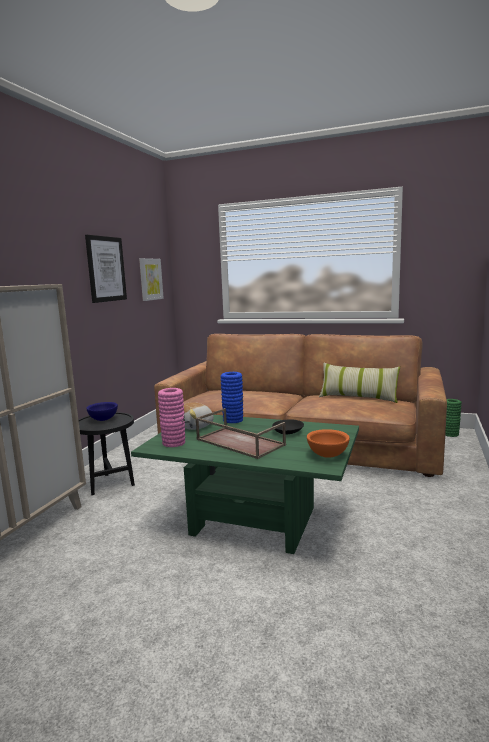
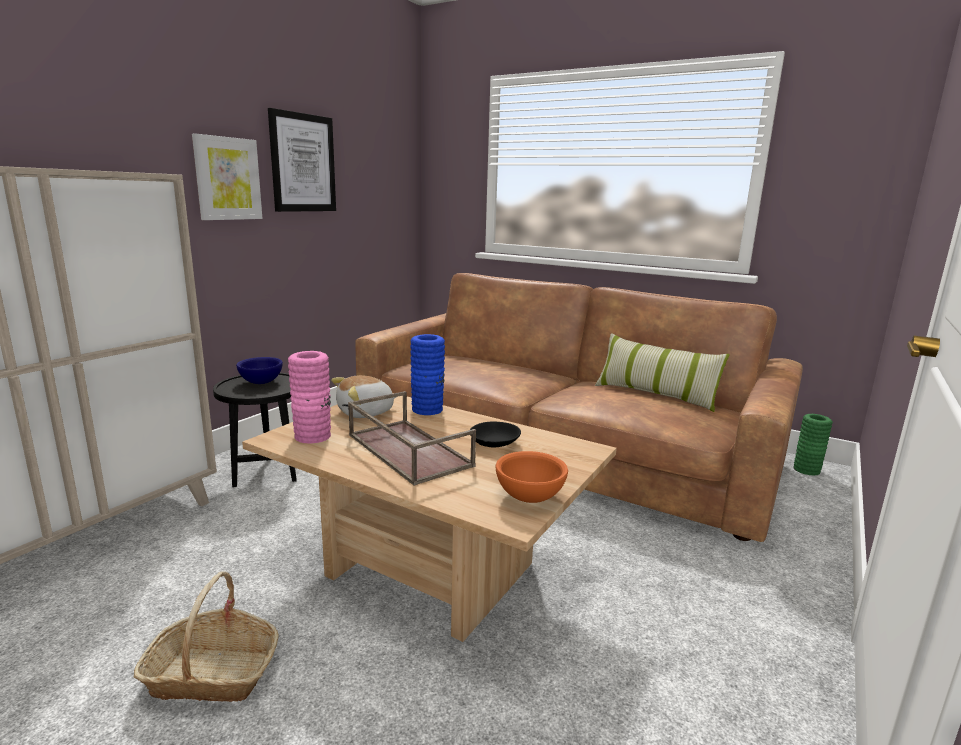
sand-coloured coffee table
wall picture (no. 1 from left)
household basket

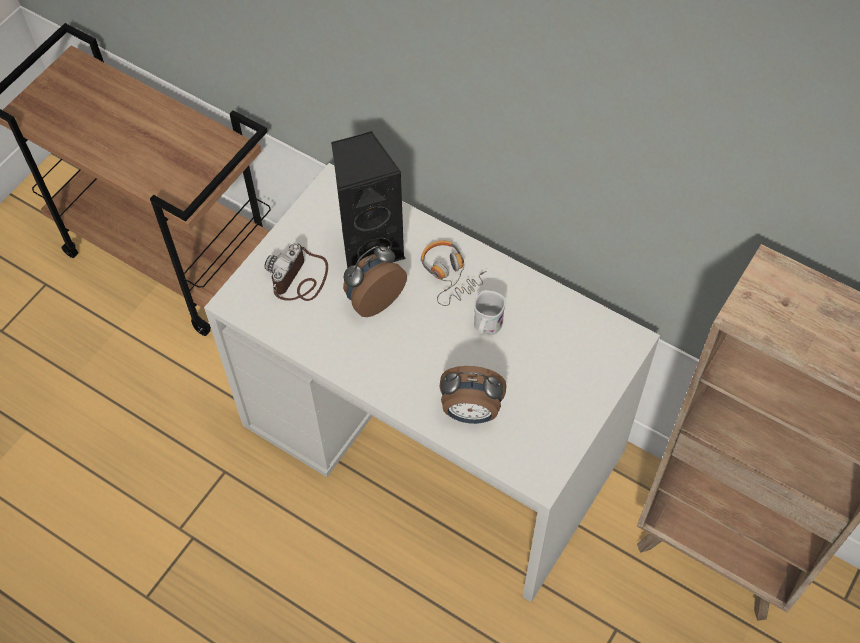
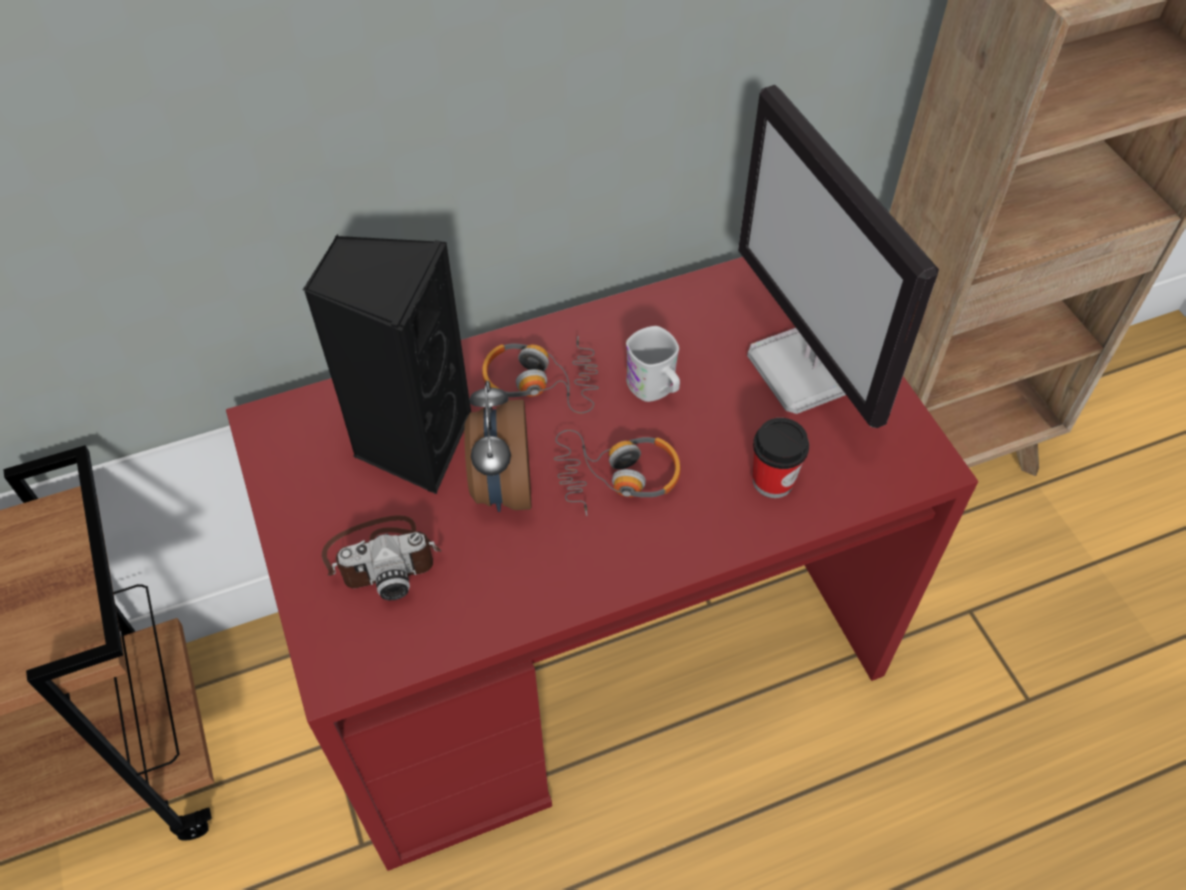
red-coloured desk
still camera
small cup
headphones (no. 2 from left)
computer screen

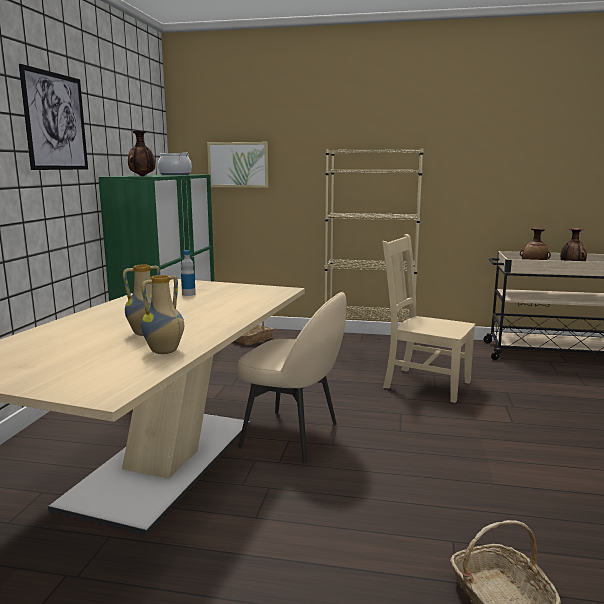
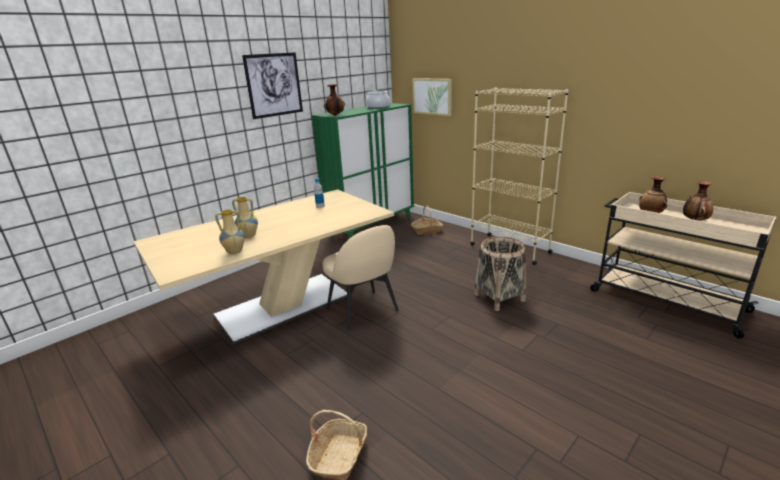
household basket (no. 3 from left)

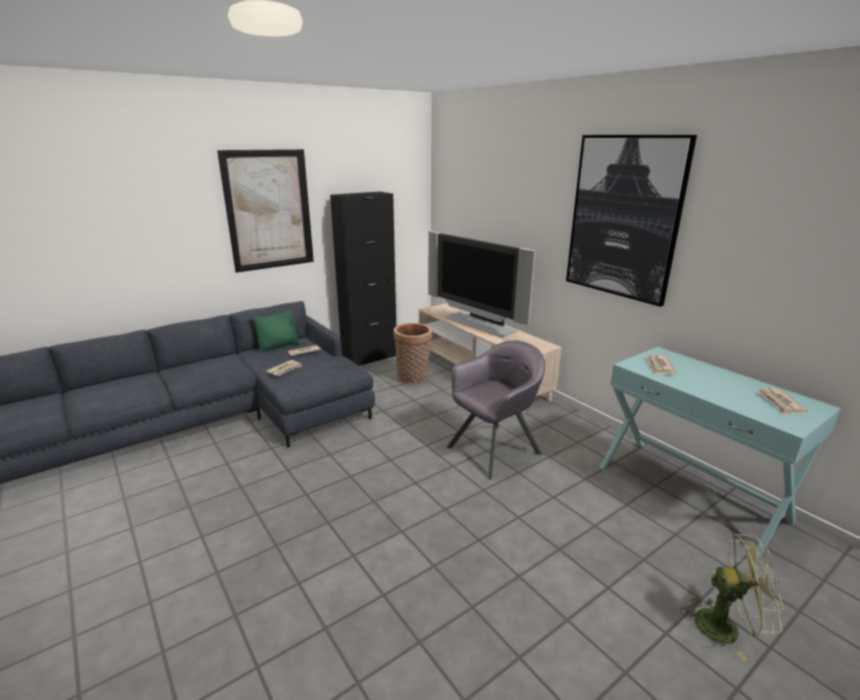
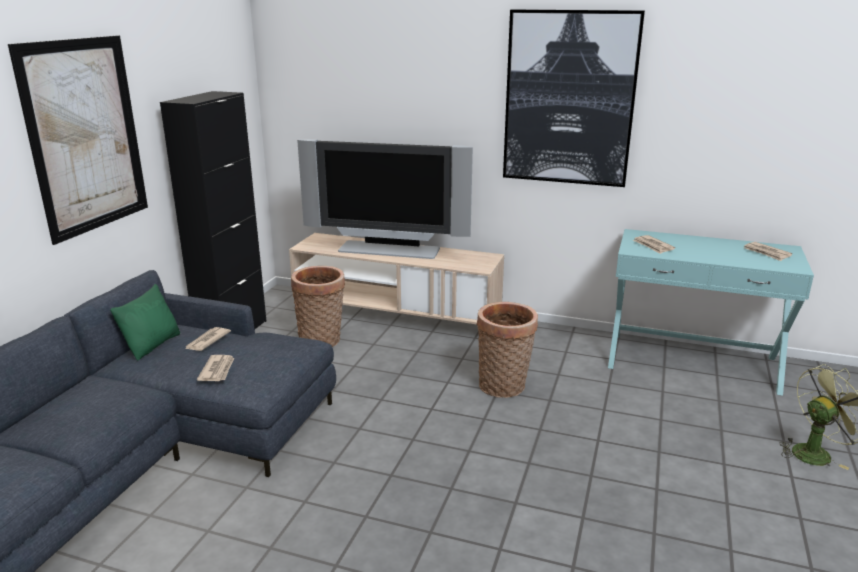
household basket (no. 2 from left)

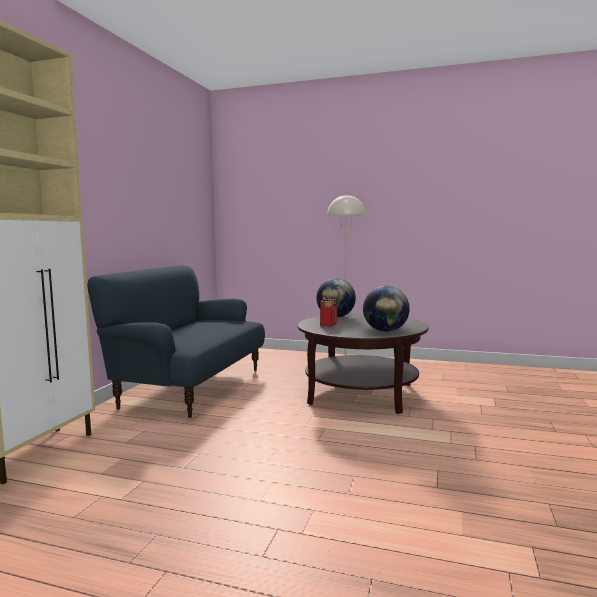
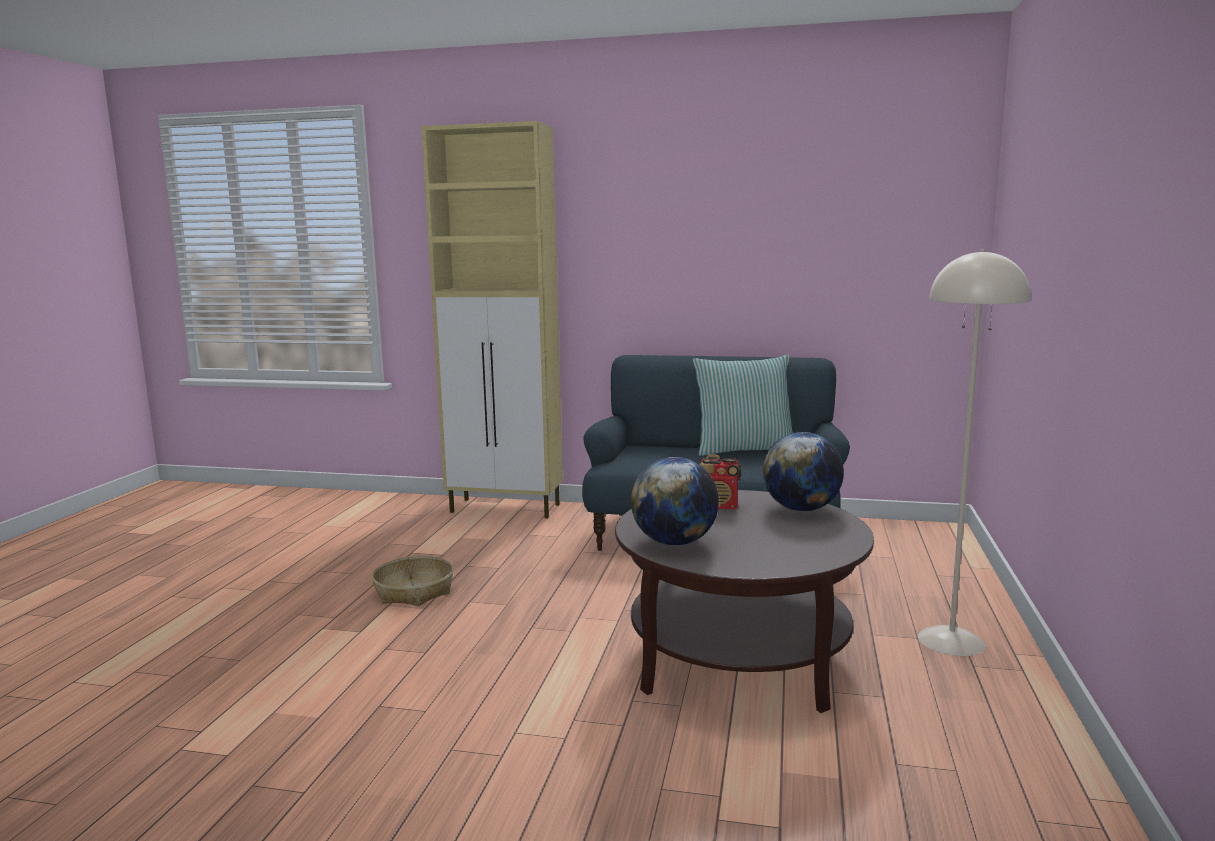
household basket
cushion

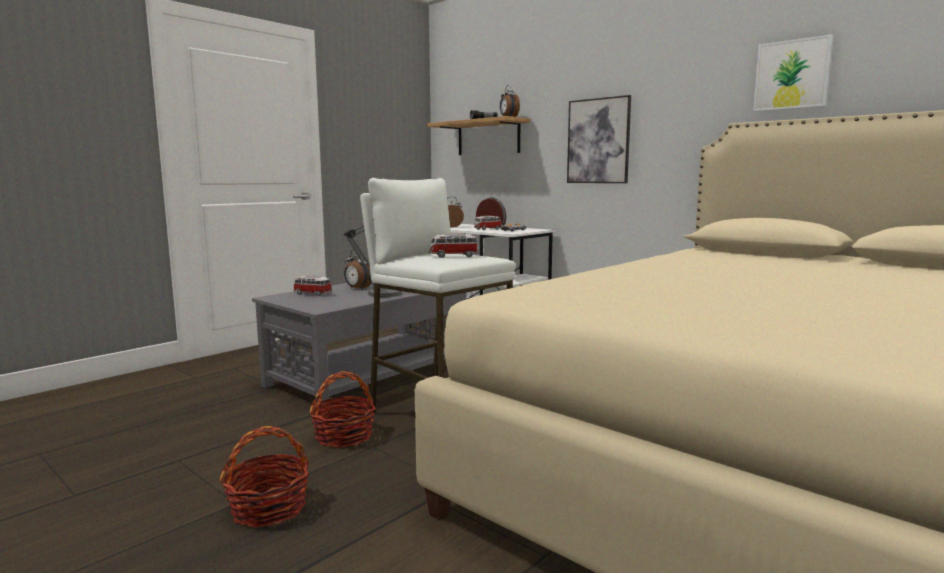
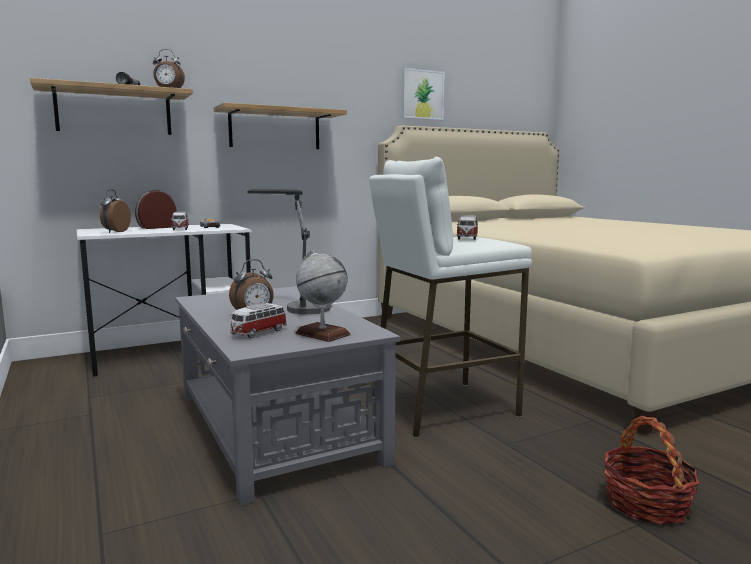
household basket (no. 2 from left in the first image)
shelf (no. 2 from left)
globe

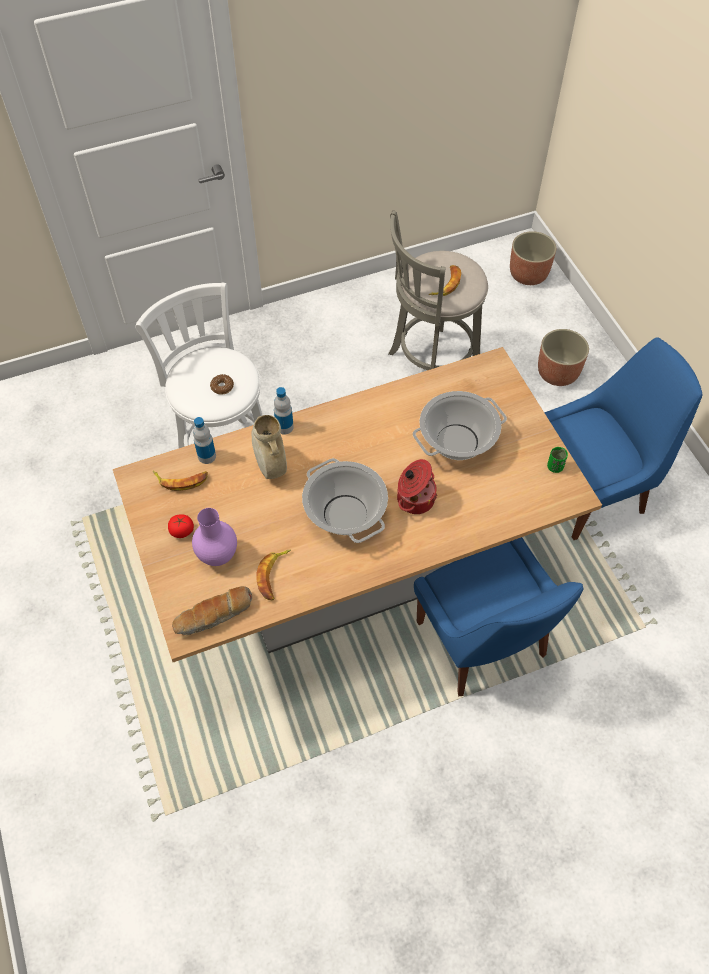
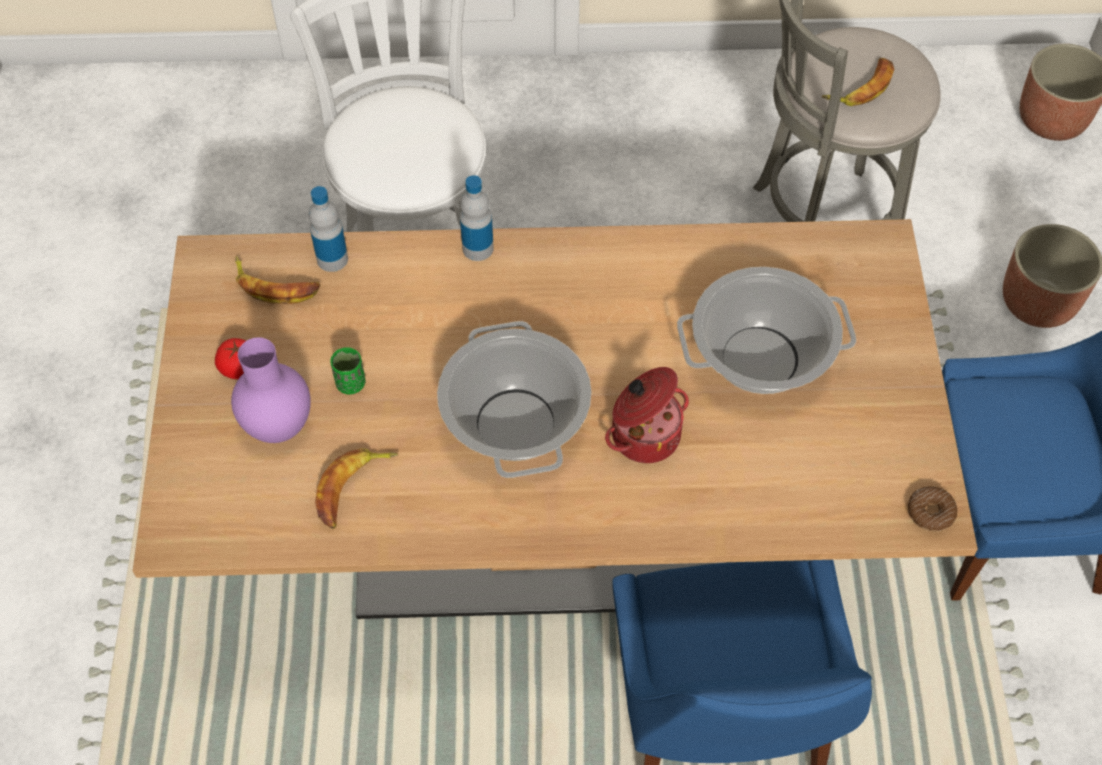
bread
ring doughnut
sand-coloured flower vase
greenish small cup

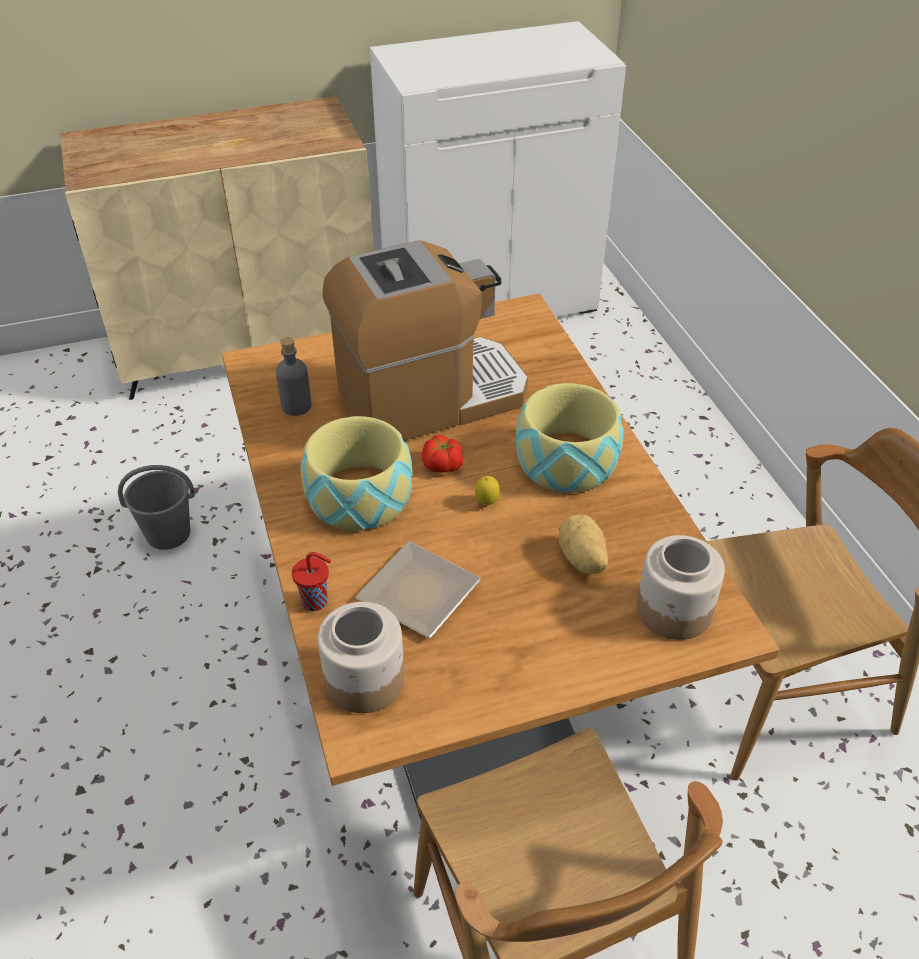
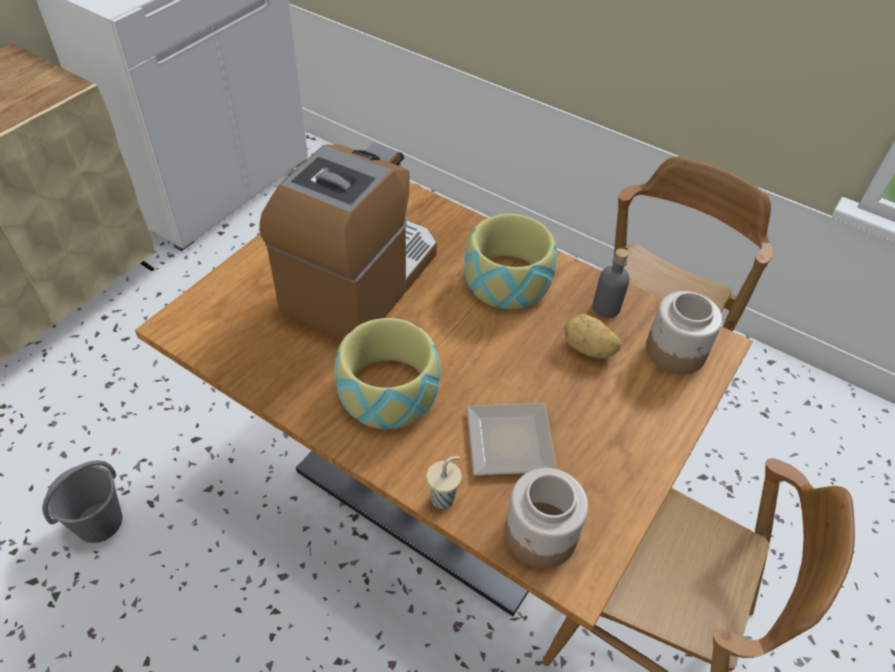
gray beverage bottle
sand-coloured small cup
fresh tomato
whole lemon

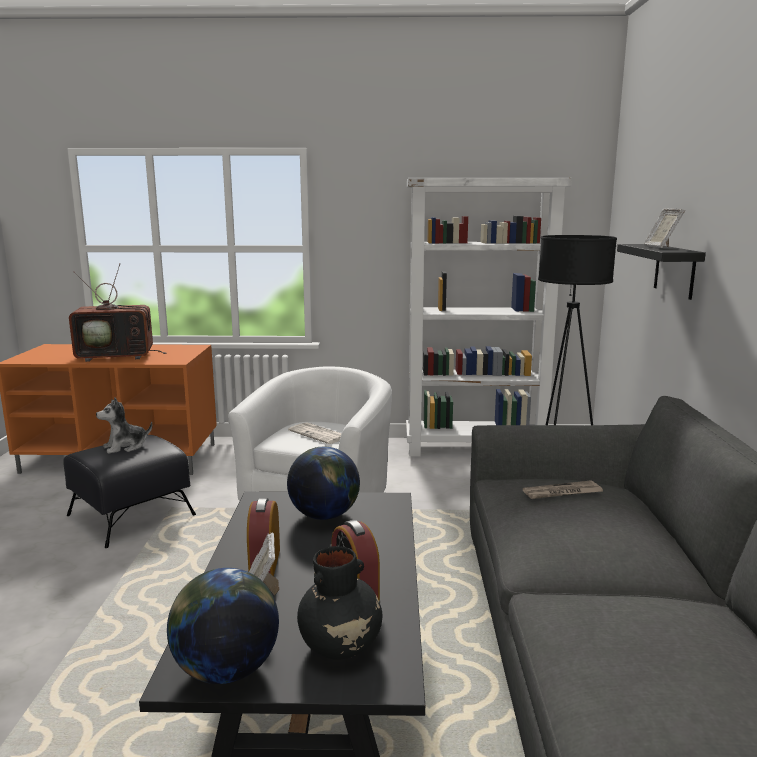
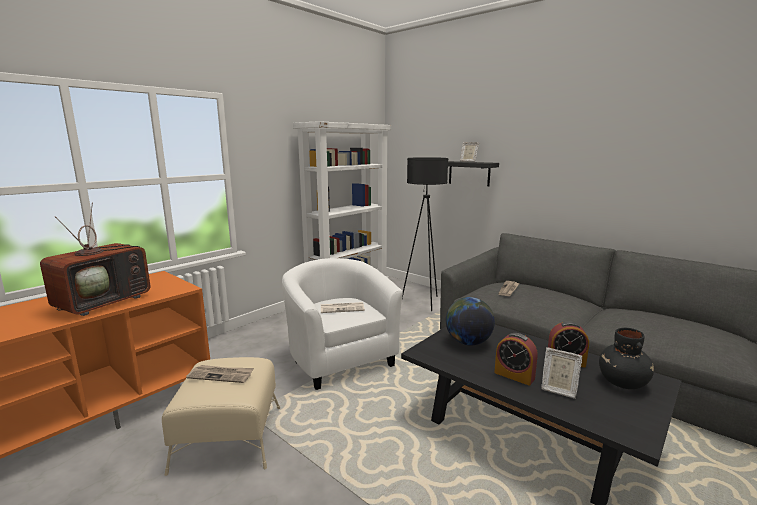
sand-coloured ottoman
daily paper (no. 1 from left)
globe (no. 1 from left in the first image)

